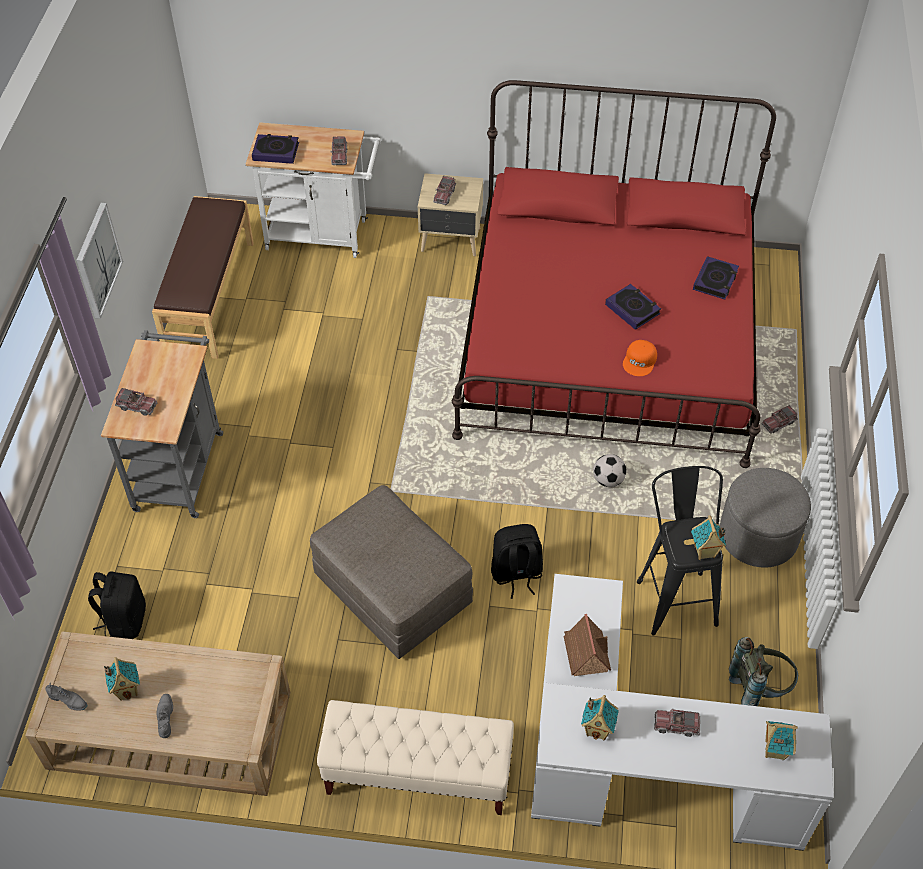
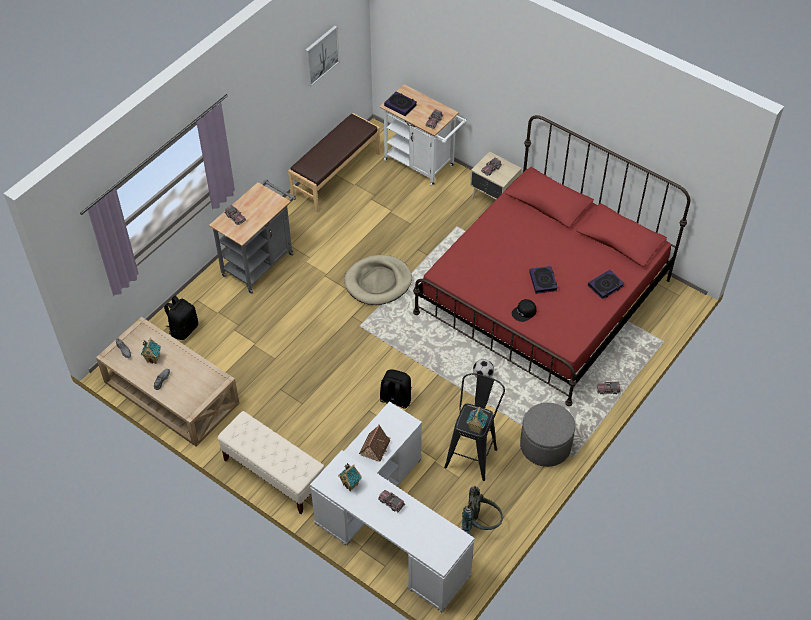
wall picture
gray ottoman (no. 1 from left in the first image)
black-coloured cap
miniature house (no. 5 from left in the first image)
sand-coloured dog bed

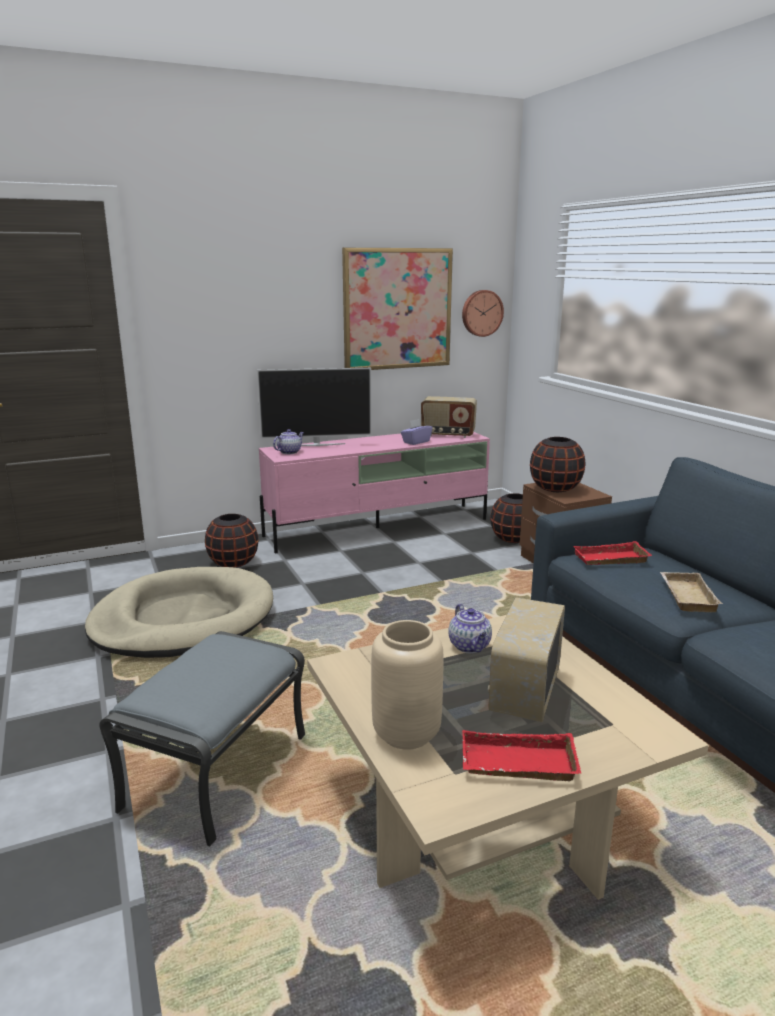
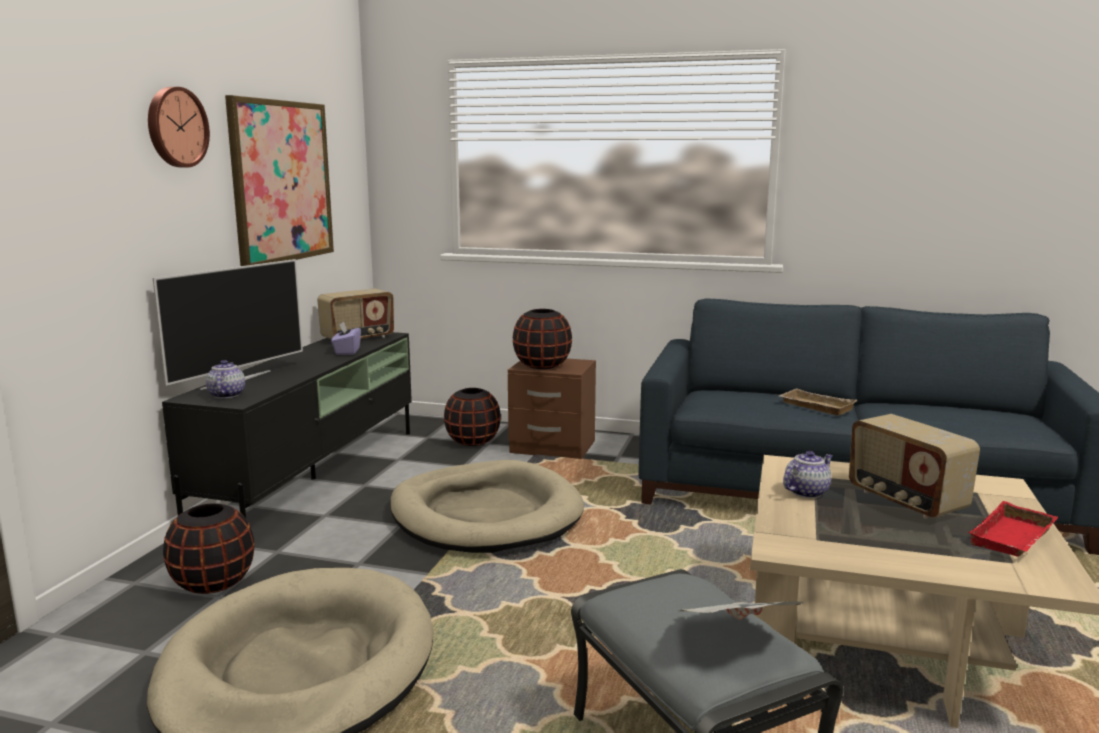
black-coloured media console
sand-coloured flower vase
teapot (no. 2 from left)
wall clock
red-coloured tray (no. 2 from left in the first image)
sand-coloured dog bed (no. 2 from left)
daily paper

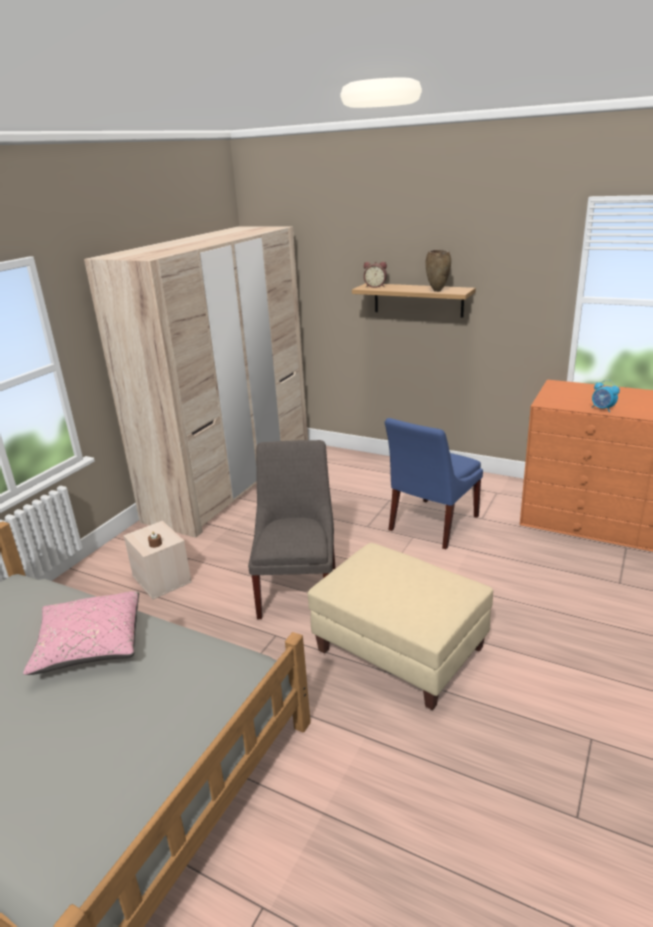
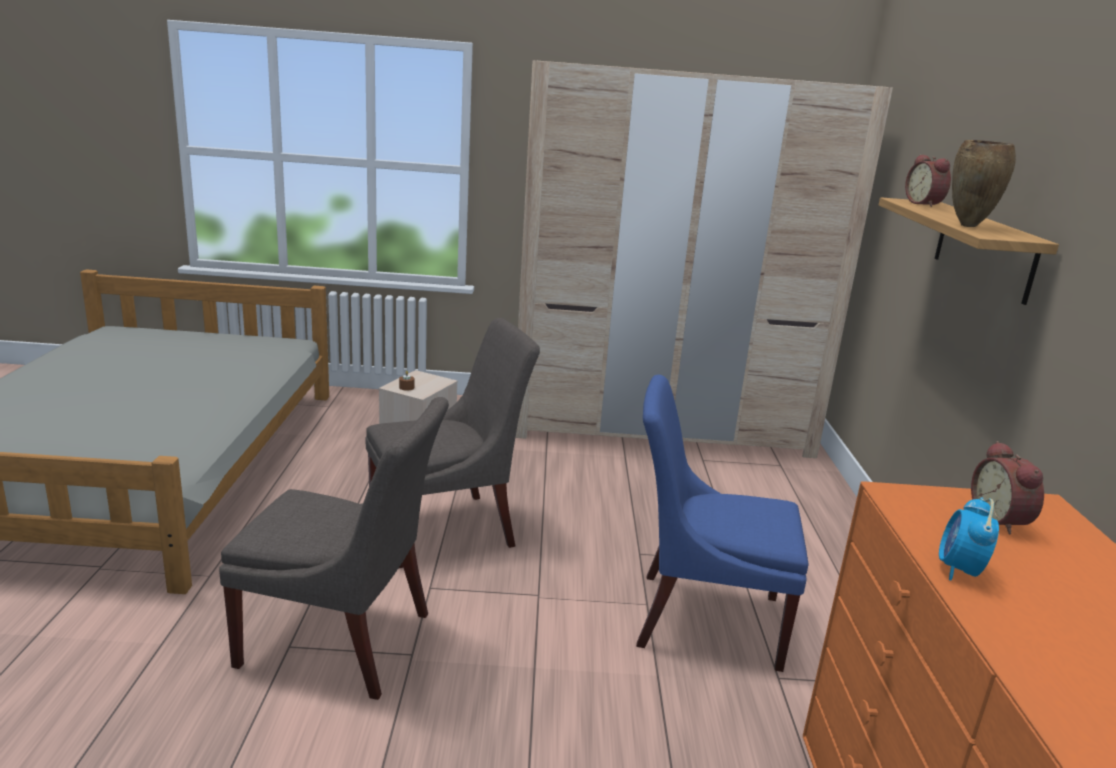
pink cushion
gray upright chair (no. 1 from left)
alarm clock (no. 3 from left)

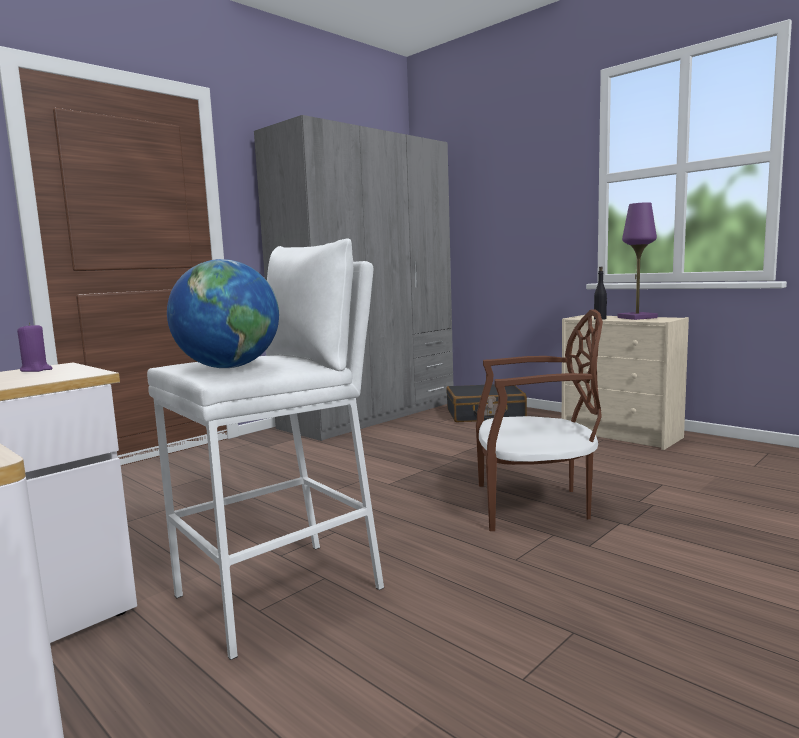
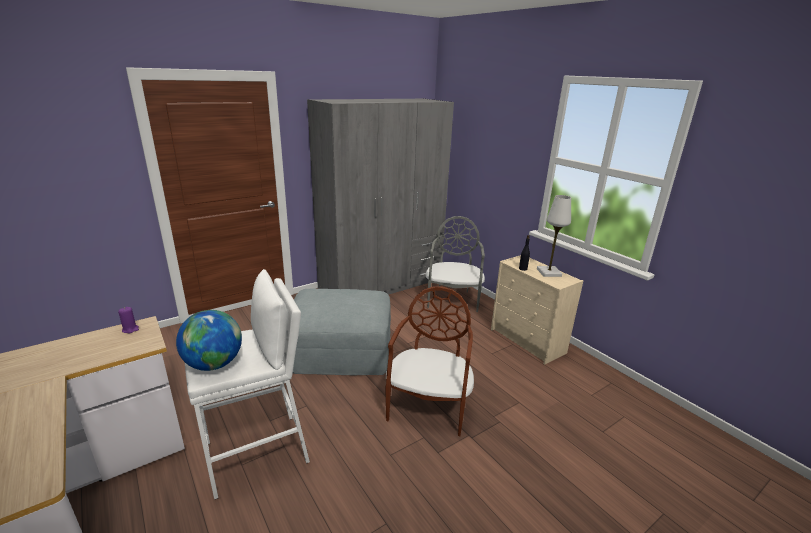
gray upright chair
brown upright chair
white-coloured lamp for a table
gray ottoman

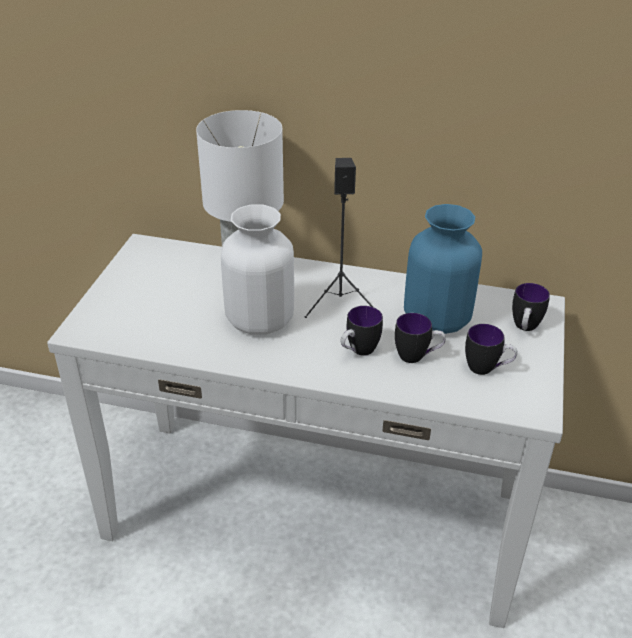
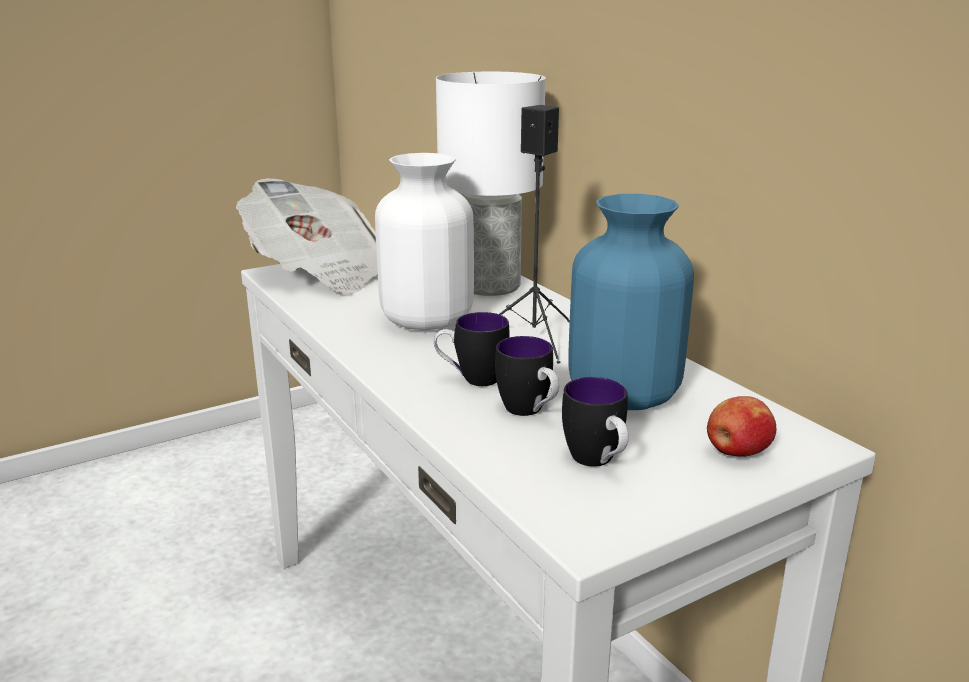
whole apple
daily paper

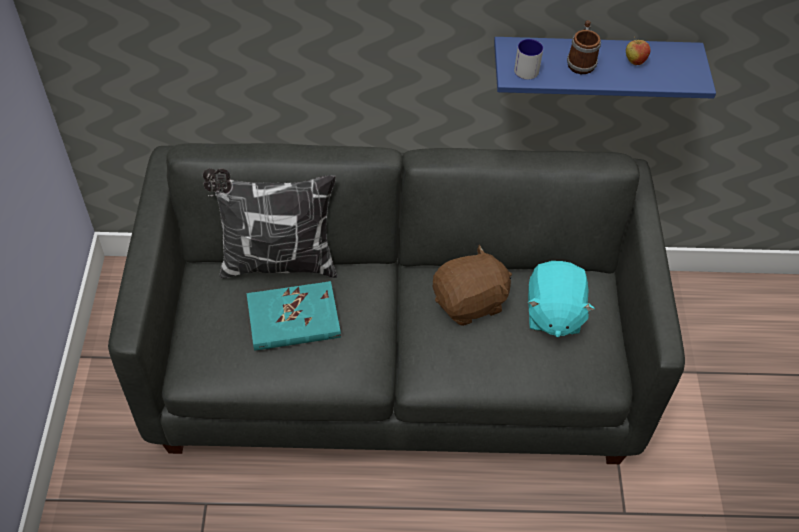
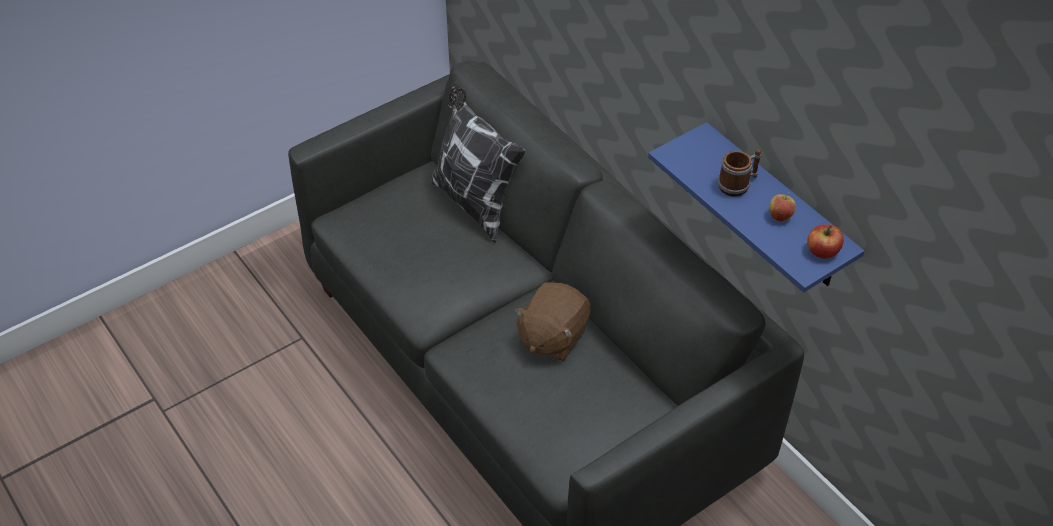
turquoise-coloured volume
brown plush toy
mug (no. 1 from left in the first image)
turquoise-coloured plush toy
whole apple (no. 2 from left)

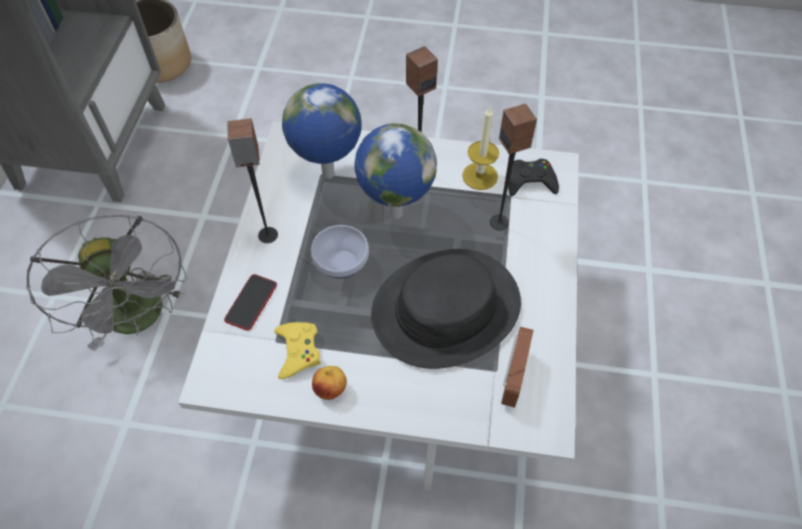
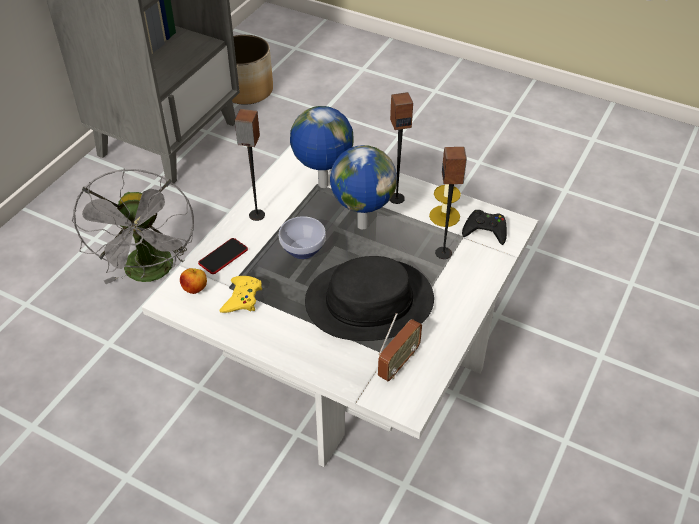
whole apple

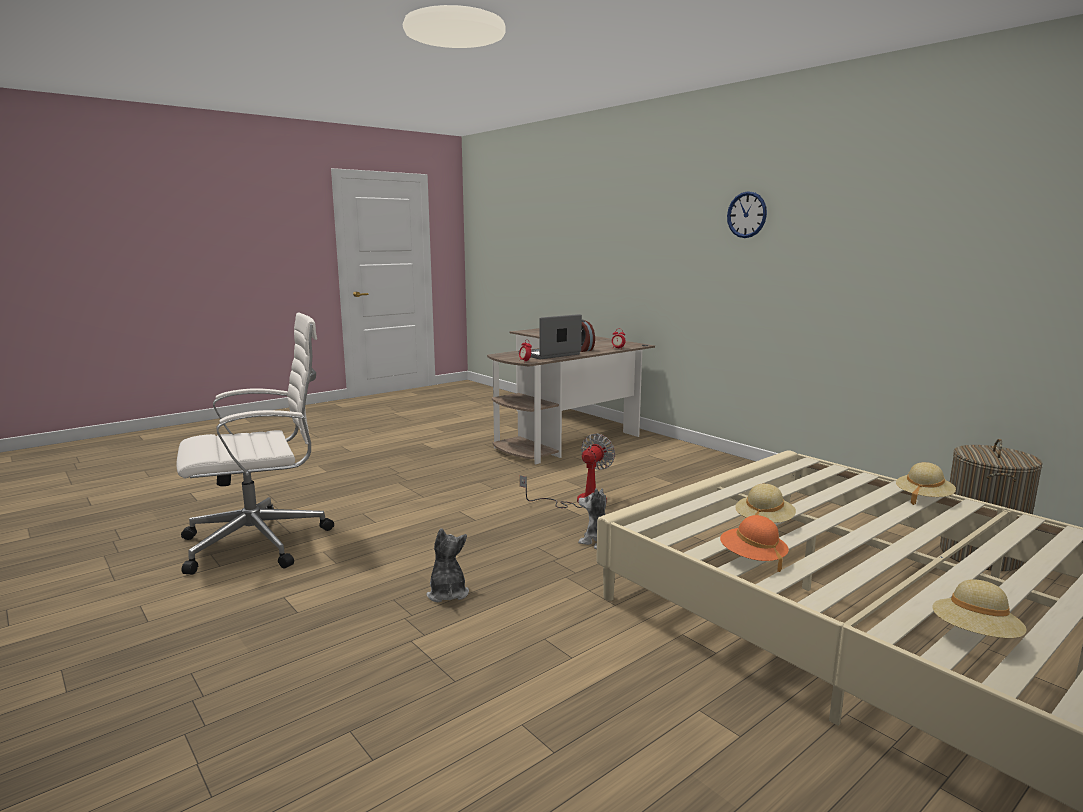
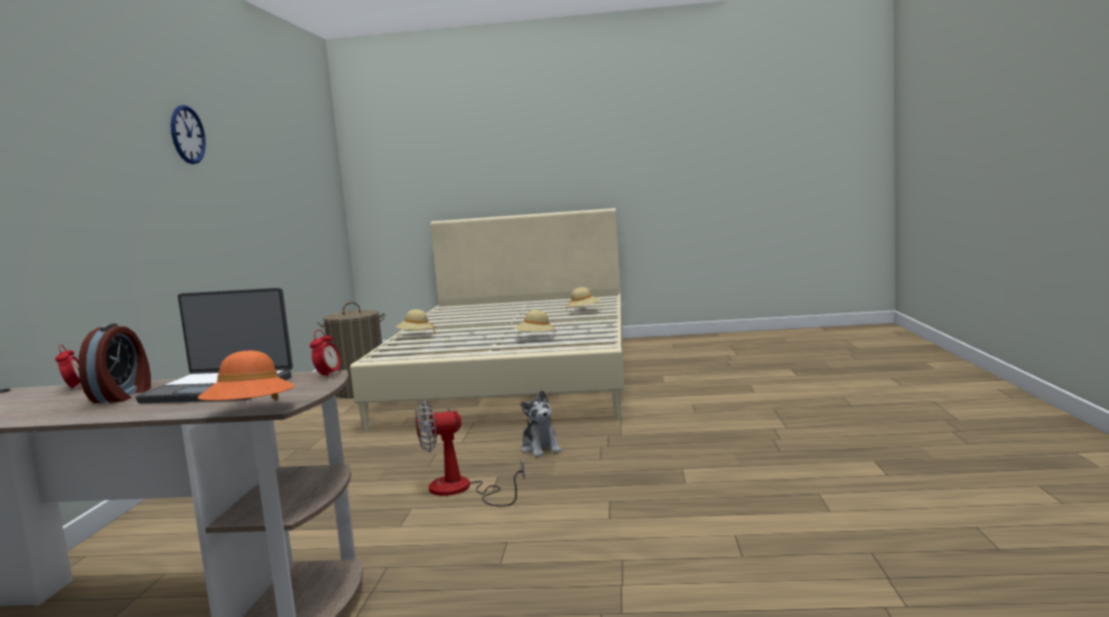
white-coloured office chair
plush toy (no. 1 from left in the first image)
orange hat
wall clock

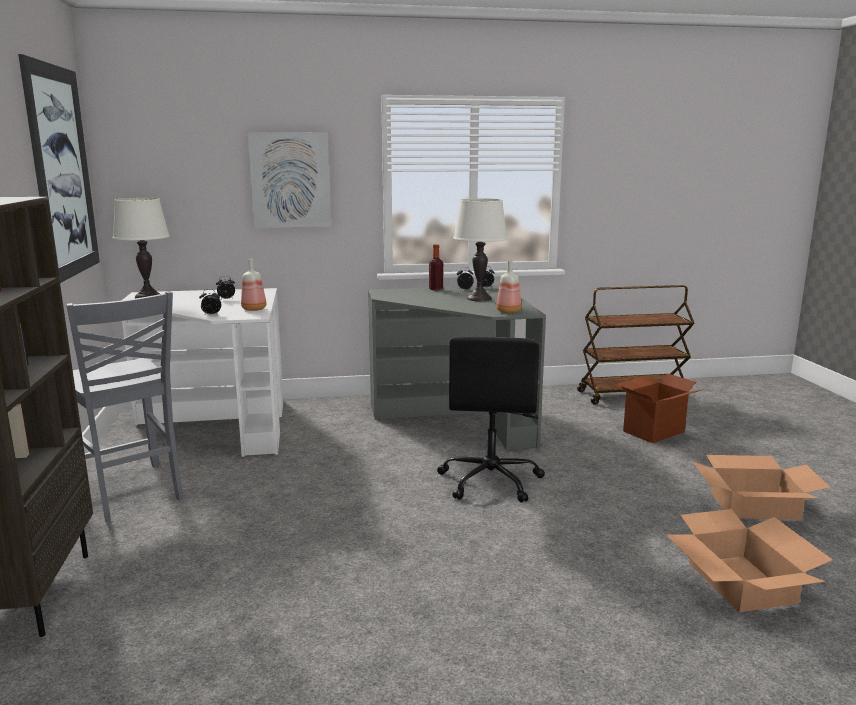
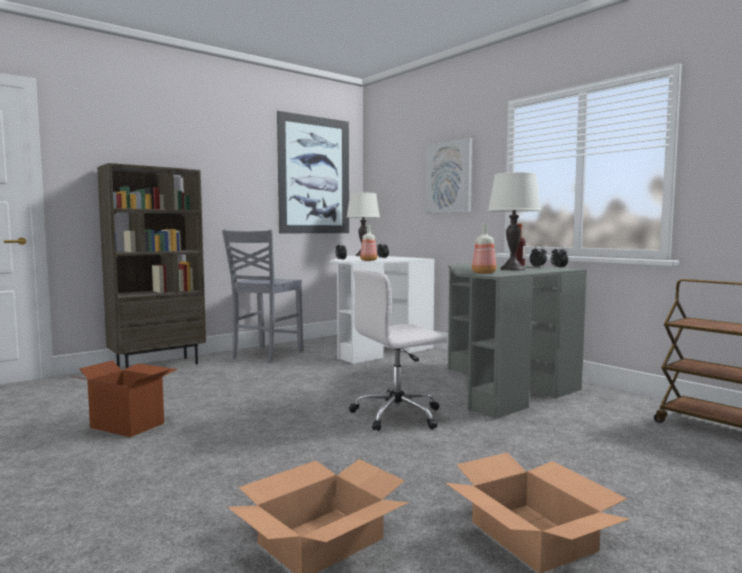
white-coloured office chair
carton (no. 1 from left)

